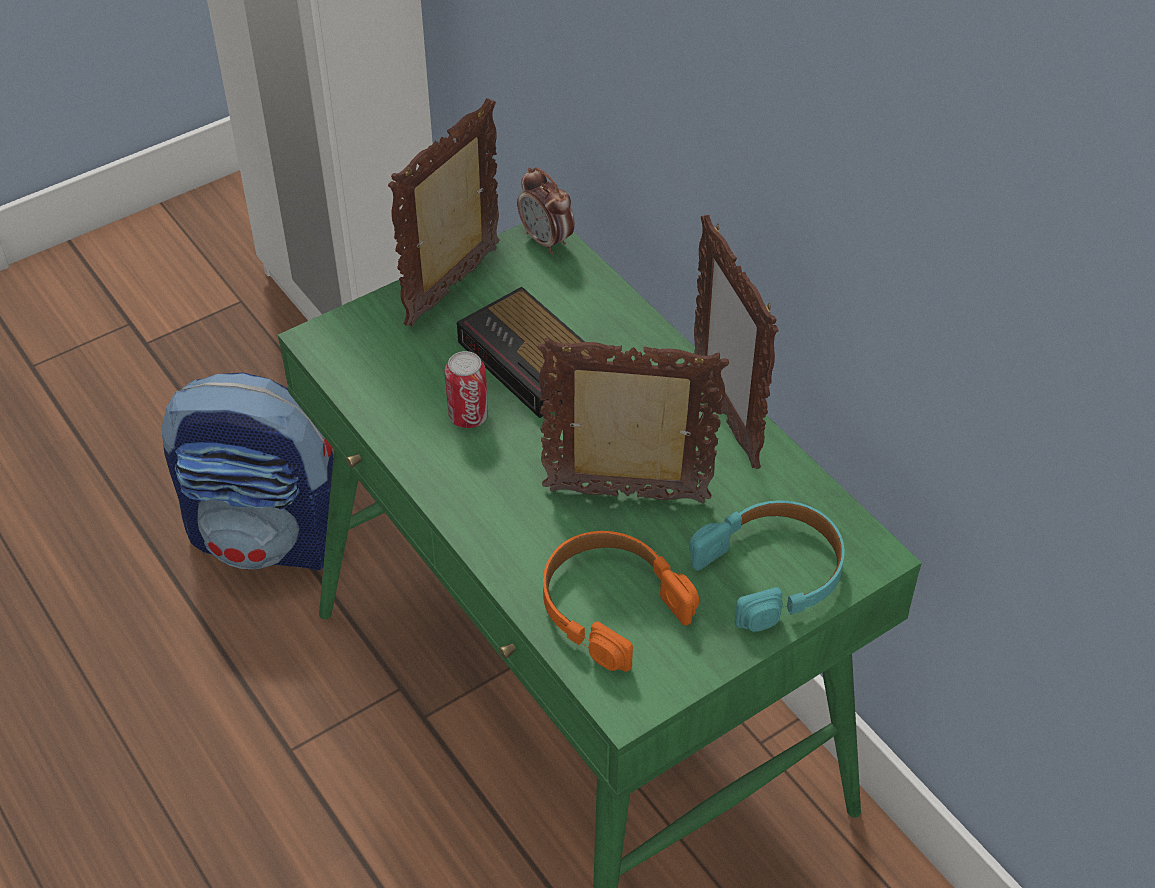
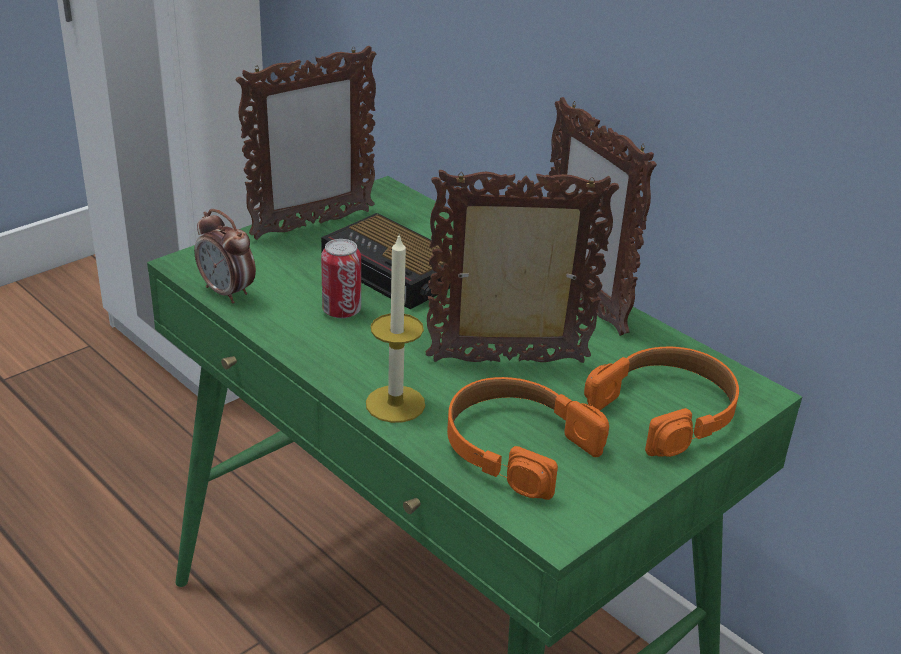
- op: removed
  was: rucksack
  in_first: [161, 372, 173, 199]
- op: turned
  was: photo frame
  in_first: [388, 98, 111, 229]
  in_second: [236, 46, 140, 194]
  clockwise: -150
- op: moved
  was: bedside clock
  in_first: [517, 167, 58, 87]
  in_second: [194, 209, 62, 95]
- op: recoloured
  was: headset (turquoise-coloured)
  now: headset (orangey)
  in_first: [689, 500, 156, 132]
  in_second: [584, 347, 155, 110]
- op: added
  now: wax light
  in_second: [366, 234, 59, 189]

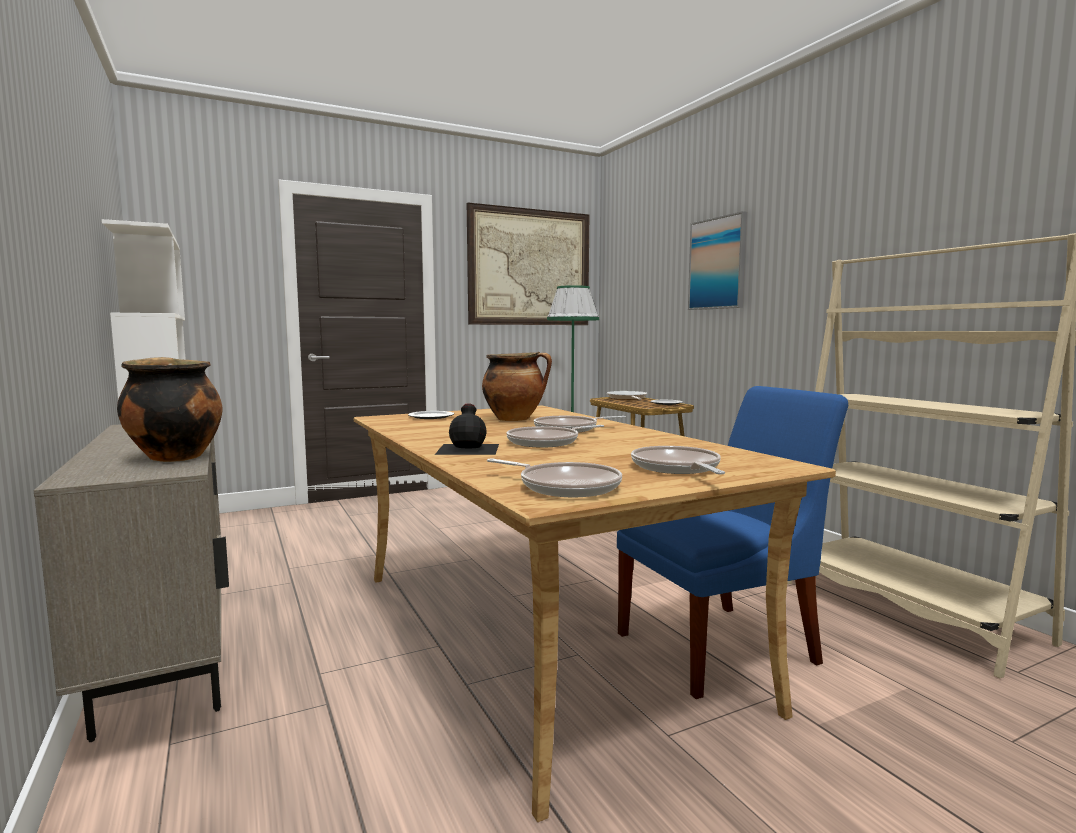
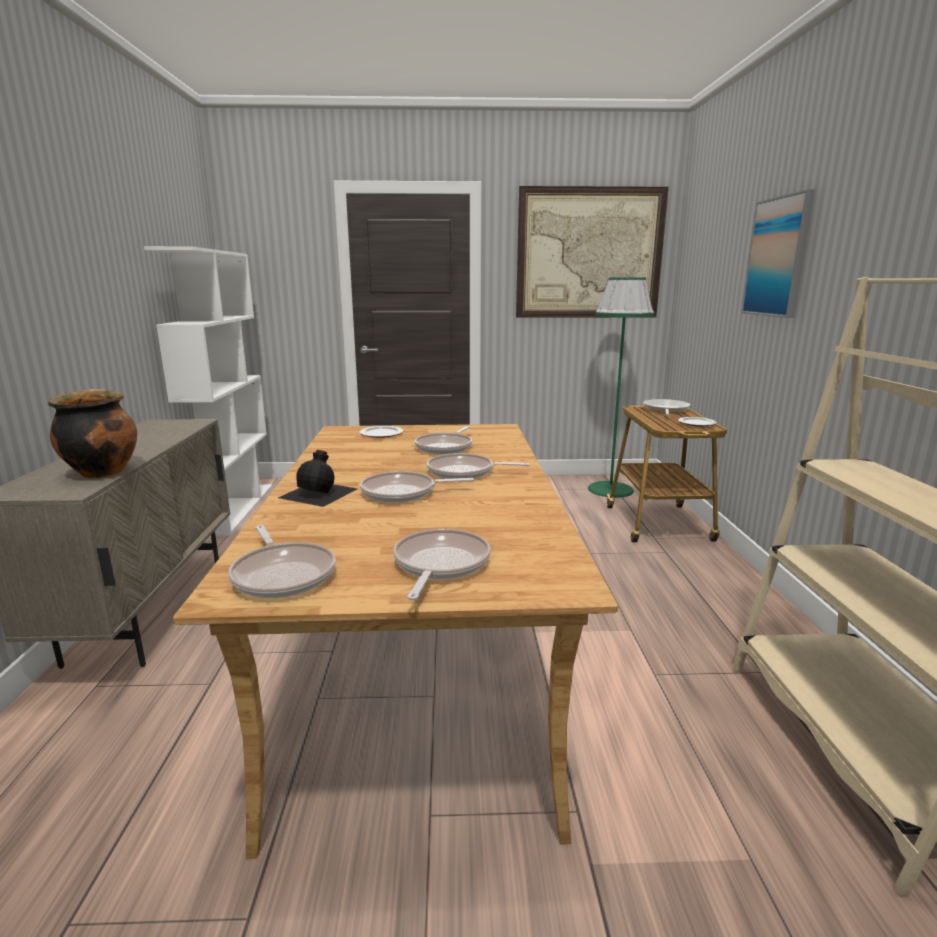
- op: replaced
  was: cooking pot
  now: pan
  in_first: [482, 352, 70, 69]
  in_second: [415, 426, 57, 28]
- op: removed
  was: upright chair (bluish)
  in_first: [617, 386, 231, 313]

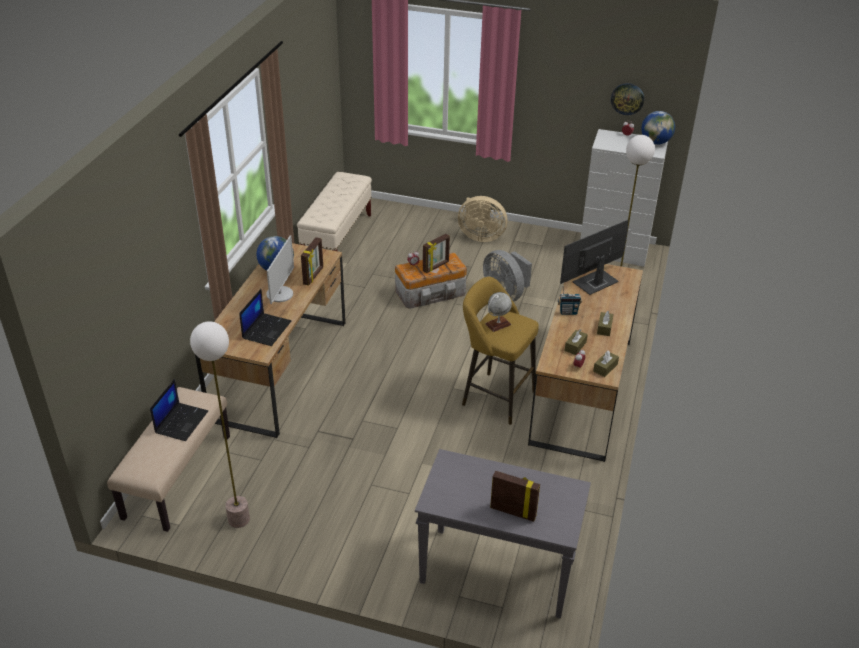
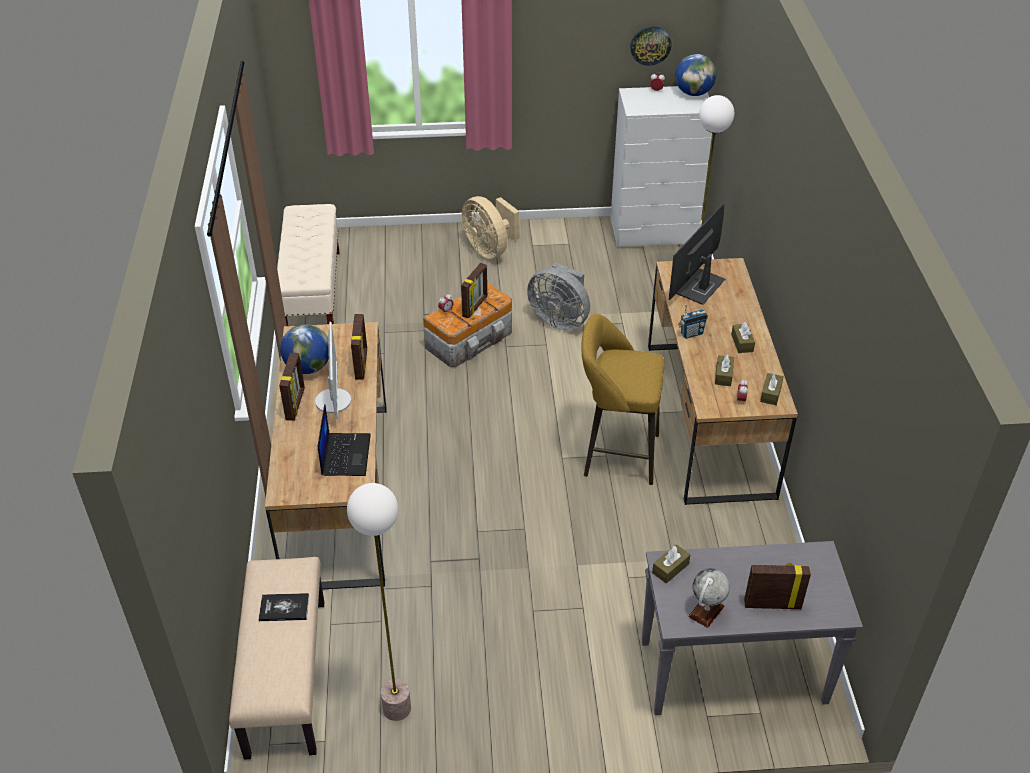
- op: replaced
  was: laptop
  now: bound book
  in_first: [150, 379, 58, 62]
  in_second: [259, 593, 50, 28]
- op: turned
  was: electric fan (beige)
  in_first: [458, 196, 49, 46]
  in_second: [462, 196, 57, 63]
  clockwise: 60
- op: moved
  was: world globe
  in_first: [485, 292, 27, 40]
  in_second: [688, 569, 42, 59]
- op: added
  now: photo frame
  in_second: [279, 353, 26, 68]
- op: added
  now: box of tissues (brown-coloured)
  in_second: [652, 544, 38, 39]

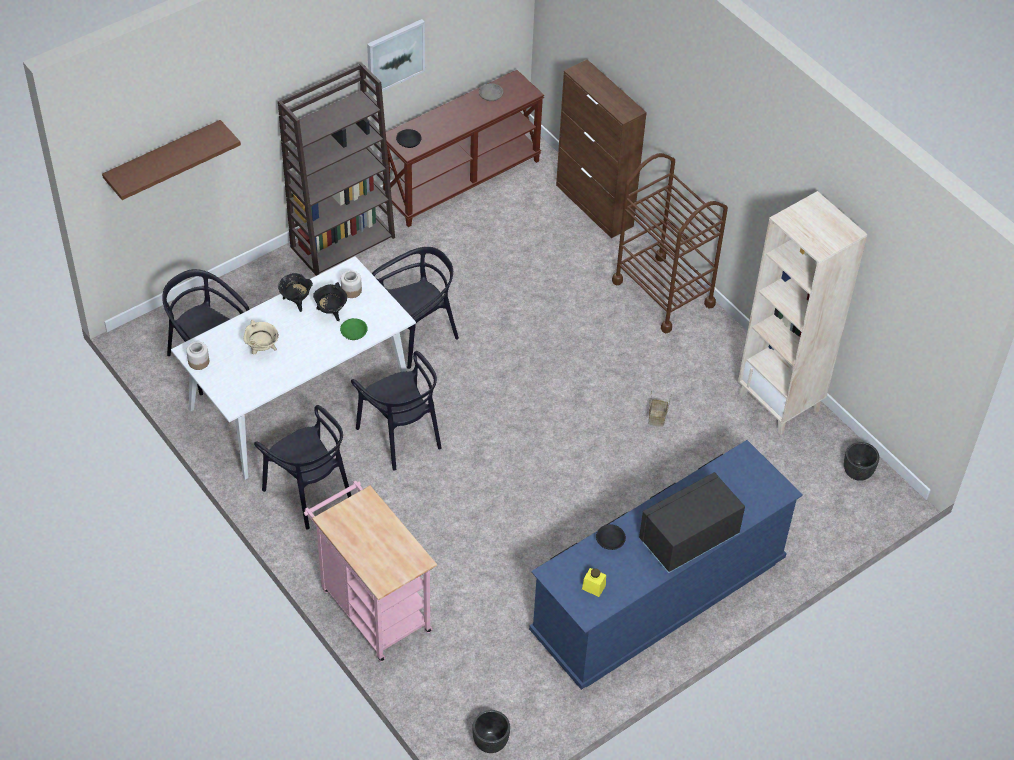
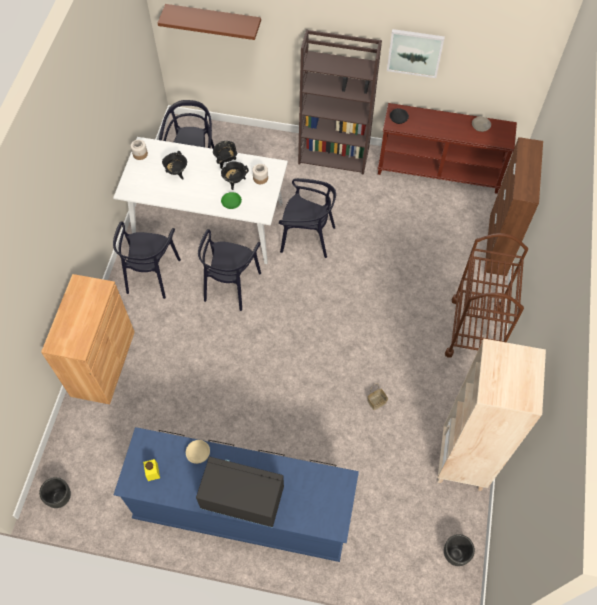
- op: recoloured
  was: cooking pot (beige)
  now: cooking pot (black)
  in_first: [244, 320, 35, 35]
  in_second: [162, 151, 25, 29]
- op: replaced
  was: cart (pinkish)
  now: cabinet (brown-coloured)
  in_first: [304, 480, 133, 182]
  in_second: [41, 274, 94, 130]
- op: recoloured
  was: serving bowl (black)
  now: serving bowl (beige)
  in_first: [596, 524, 30, 26]
  in_second: [186, 440, 24, 24]

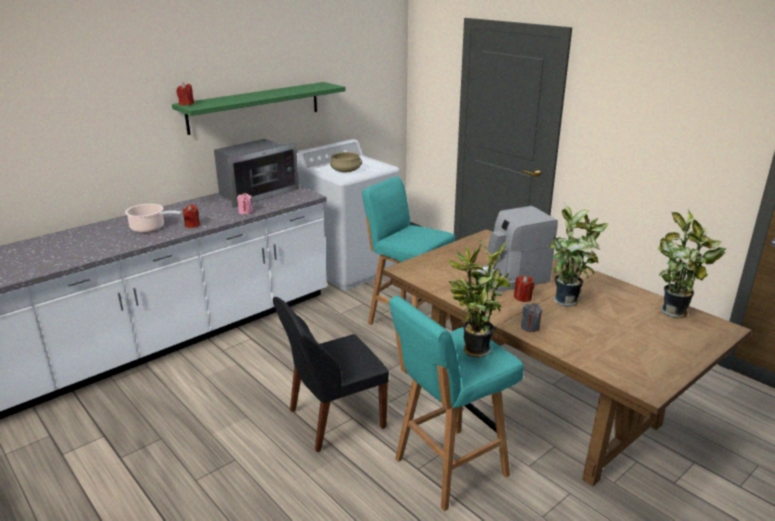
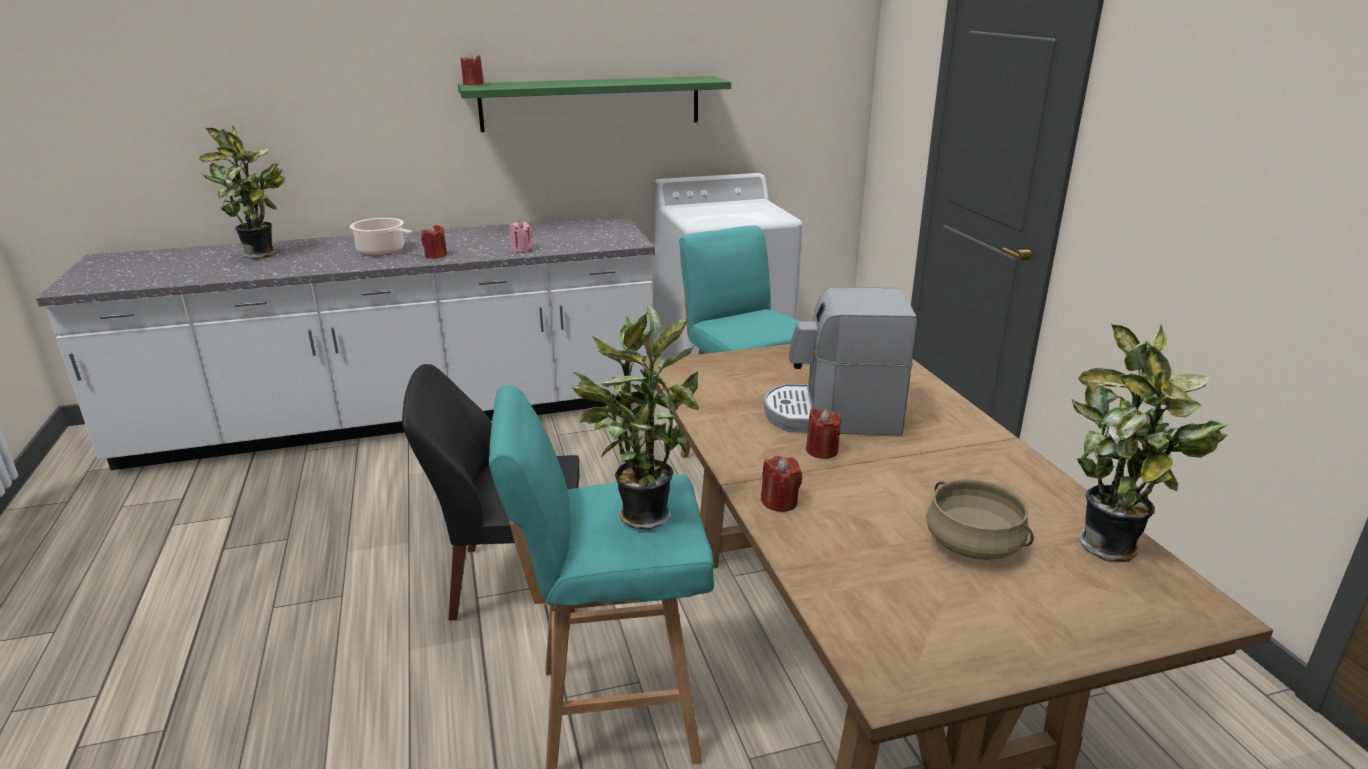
- op: removed
  was: microwave
  in_first: [214, 139, 85, 69]
- op: moved
  was: cooking pot (beige)
  in_first: [330, 152, 32, 20]
  in_second: [926, 479, 108, 81]
- op: recoloured
  was: wax light (greyish)
  now: wax light (red-coloured)
  in_first: [521, 303, 21, 29]
  in_second: [761, 456, 41, 56]
- op: moved
  was: potted plant
  in_first: [549, 203, 60, 104]
  in_second: [199, 125, 86, 134]

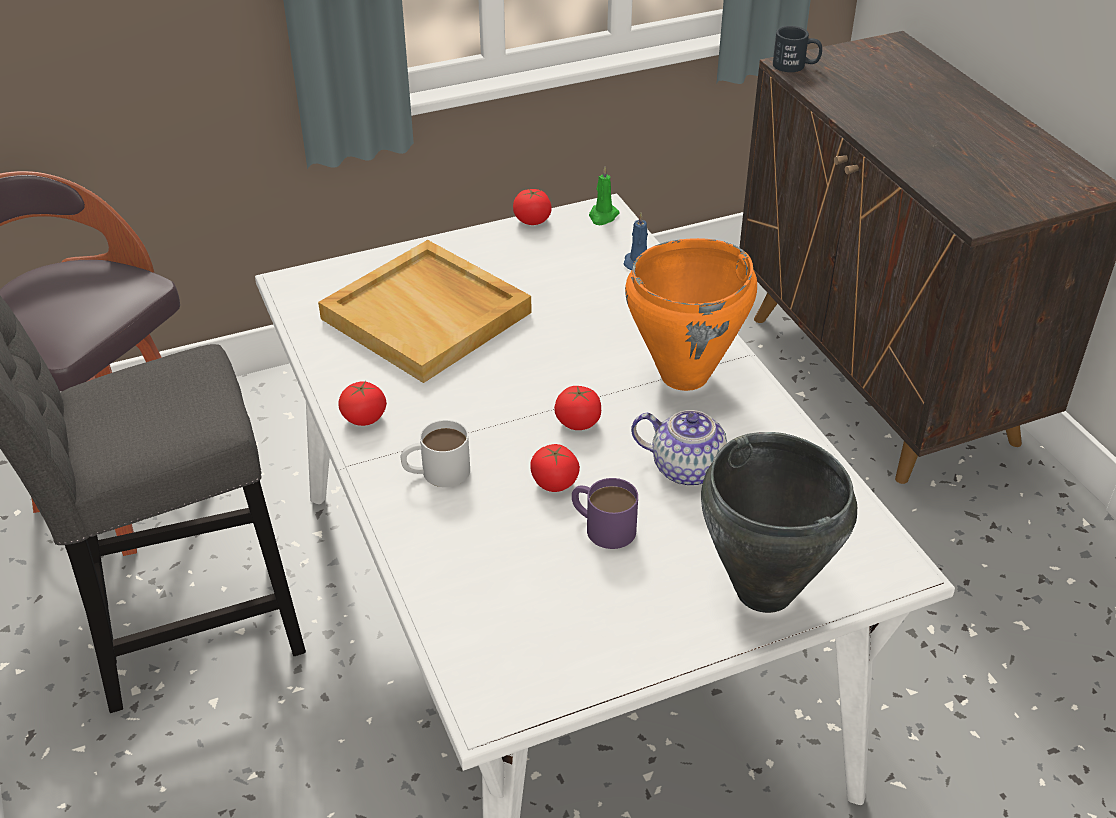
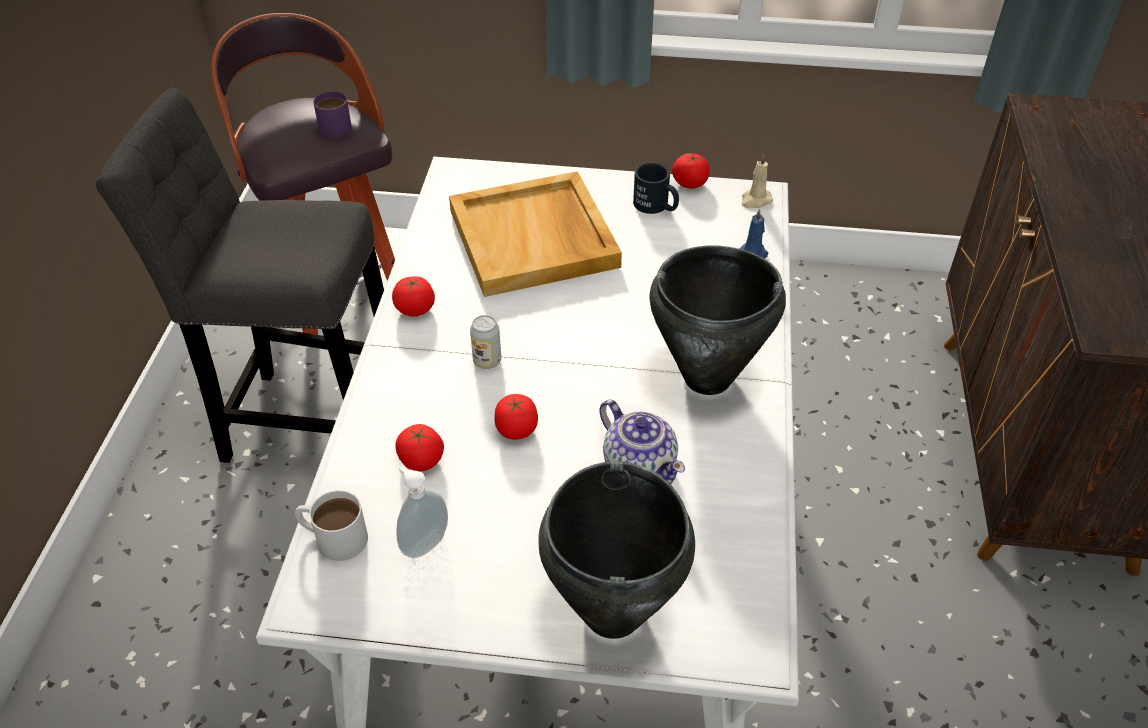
- op: moved
  was: mug (whitish)
  in_first: [401, 420, 69, 67]
  in_second: [295, 490, 73, 71]
- op: moved
  was: fresh tomato
  in_first: [554, 386, 47, 44]
  in_second: [395, 424, 49, 48]
- op: moved
  was: mug (purple)
  in_first: [572, 478, 66, 71]
  in_second: [313, 92, 39, 46]
- op: recoloured
  was: wax light (green-coloured)
  now: wax light (beige)
  in_first: [589, 167, 31, 58]
  in_second: [741, 153, 32, 55]
- op: recoloured
  was: cooking pot (orangey)
  now: cooking pot (black)
  in_first: [625, 238, 132, 153]
  in_second: [649, 245, 137, 150]
- op: moved
  was: mug (black)
  in_first: [773, 26, 49, 46]
  in_second: [633, 162, 46, 52]
- op: added
  now: soap dispenser
  in_second: [396, 466, 52, 92]
- op: added
  now: metal can
  in_second: [470, 315, 31, 54]

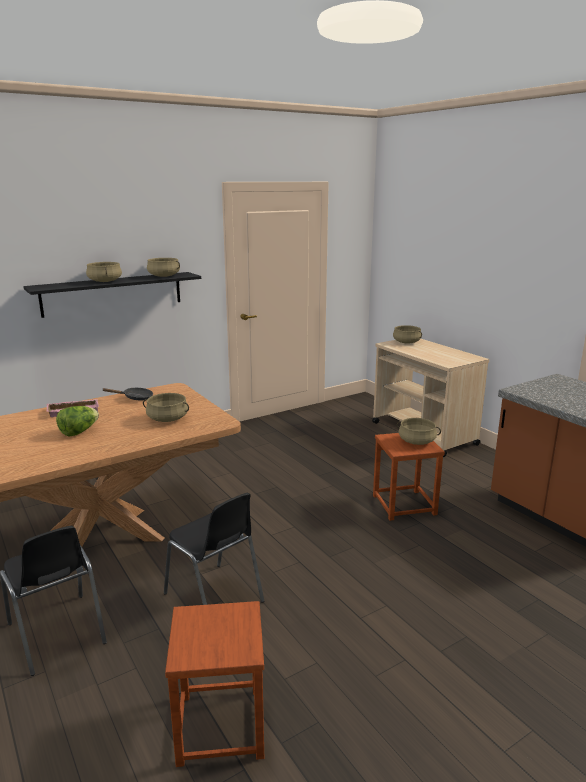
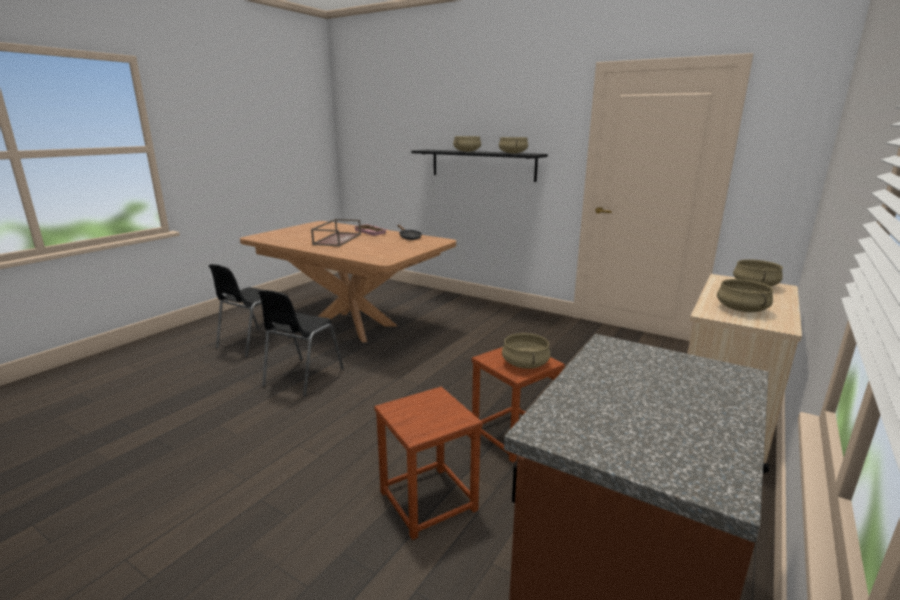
- op: replaced
  was: head of lettuce
  now: carrying tray (brown-coloured)
  in_first: [56, 406, 43, 30]
  in_second: [311, 219, 50, 28]
- op: moved
  was: cooking pot (beige)
  in_first: [143, 393, 46, 29]
  in_second: [717, 279, 56, 33]
- op: moved
  was: stool (brown-coloured)
  in_first: [165, 601, 99, 166]
  in_second: [374, 387, 109, 153]

